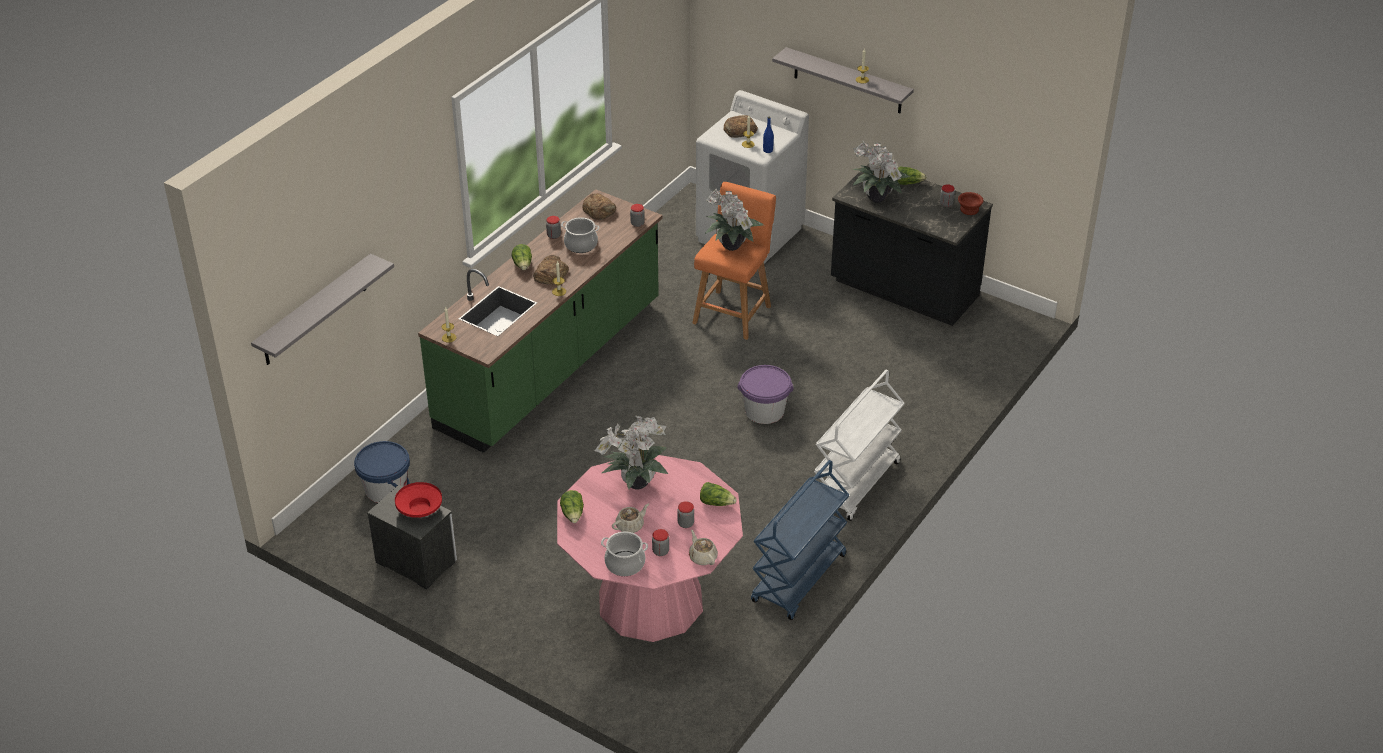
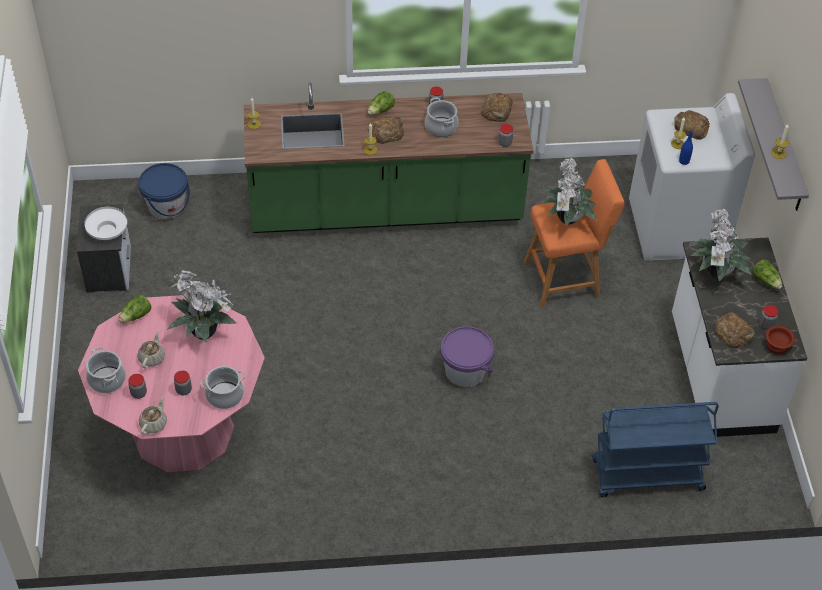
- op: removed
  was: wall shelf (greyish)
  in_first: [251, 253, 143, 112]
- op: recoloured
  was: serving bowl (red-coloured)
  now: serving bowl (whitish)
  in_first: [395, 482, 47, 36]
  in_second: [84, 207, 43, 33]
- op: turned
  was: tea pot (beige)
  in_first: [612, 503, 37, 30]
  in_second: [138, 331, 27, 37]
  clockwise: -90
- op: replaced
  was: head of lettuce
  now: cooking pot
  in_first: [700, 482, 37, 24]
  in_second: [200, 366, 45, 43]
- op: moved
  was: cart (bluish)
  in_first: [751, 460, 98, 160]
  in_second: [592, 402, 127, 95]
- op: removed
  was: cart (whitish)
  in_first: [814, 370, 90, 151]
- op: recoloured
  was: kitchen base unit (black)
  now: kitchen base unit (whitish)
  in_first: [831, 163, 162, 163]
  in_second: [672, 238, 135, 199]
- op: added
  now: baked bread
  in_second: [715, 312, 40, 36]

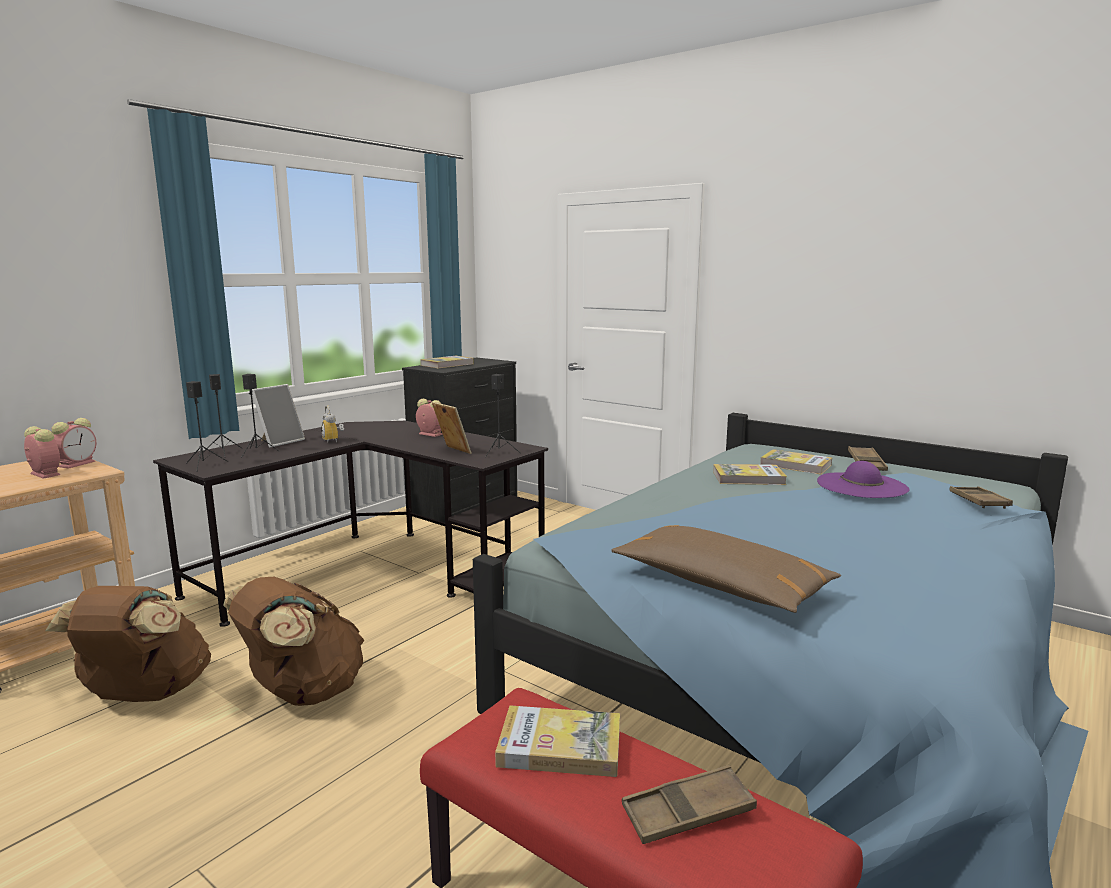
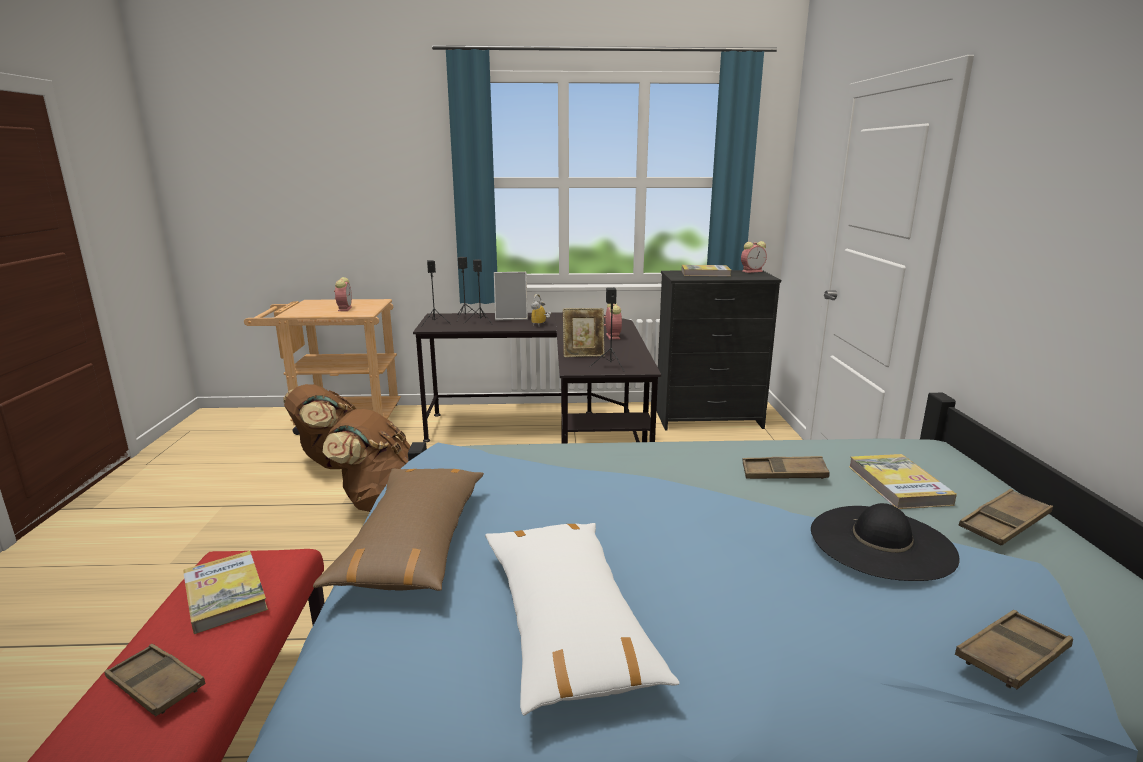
- op: moved
  was: bedside clock
  in_first: [52, 418, 44, 51]
  in_second: [741, 241, 26, 32]
- op: turned
  was: photo frame
  in_first: [432, 402, 40, 52]
  in_second: [563, 308, 41, 49]
  clockwise: 75
- op: replaced
  was: bound book
  now: carrying tray (brown-coloured)
  in_first: [713, 464, 74, 21]
  in_second: [743, 456, 87, 23]
- op: recoloured
  was: hat (purple)
  now: hat (black)
  in_first: [817, 461, 93, 37]
  in_second: [811, 503, 149, 78]
- op: added
  now: pillow (whitish)
  in_second: [485, 523, 194, 193]

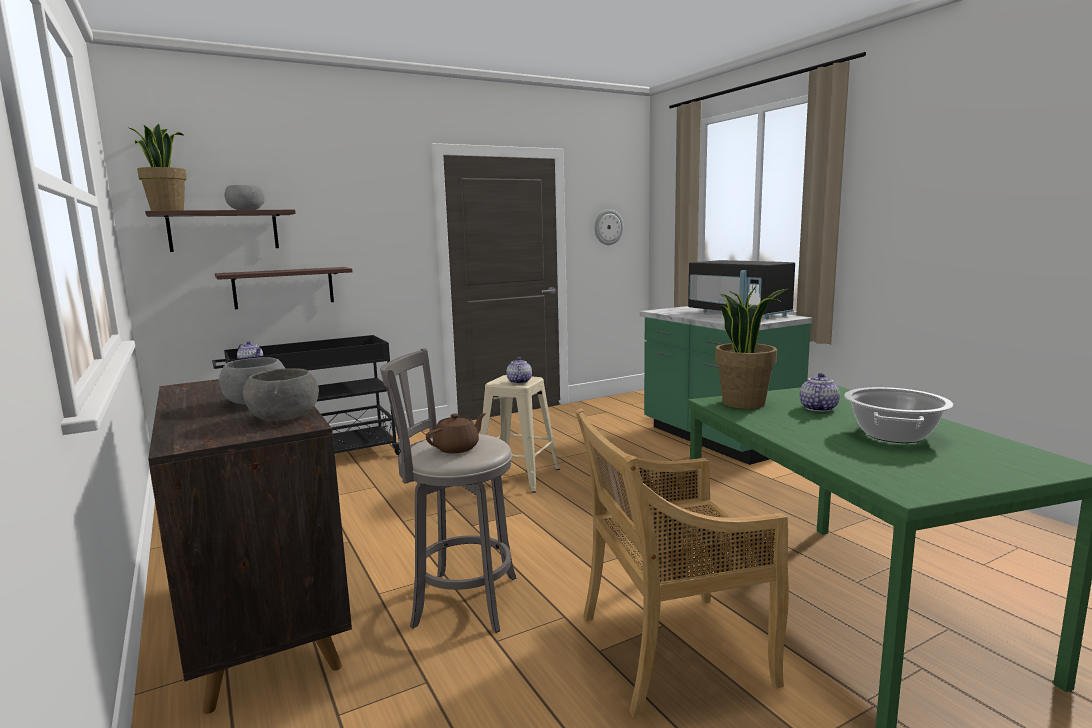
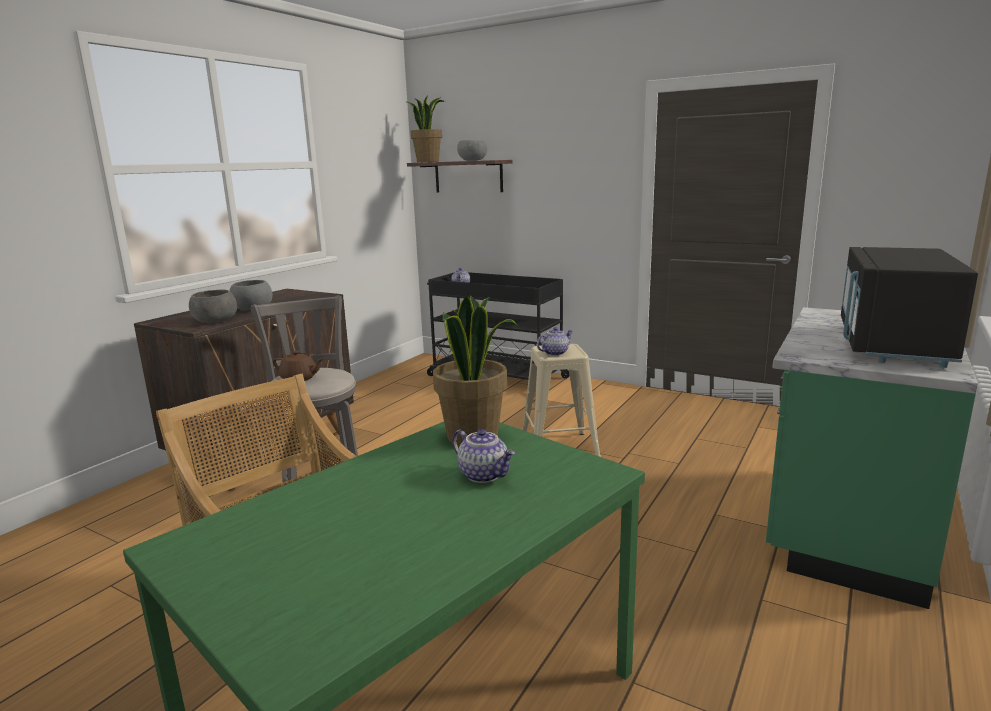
- op: removed
  was: wall shelf
  in_first: [215, 267, 138, 42]
- op: removed
  was: hanging clock
  in_first: [594, 209, 29, 36]
- op: turned
  was: tea pot
  in_first: [800, 373, 40, 39]
  in_second: [452, 429, 63, 54]
  clockwise: 45
- op: removed
  was: cooking pot
  in_first: [844, 387, 109, 56]

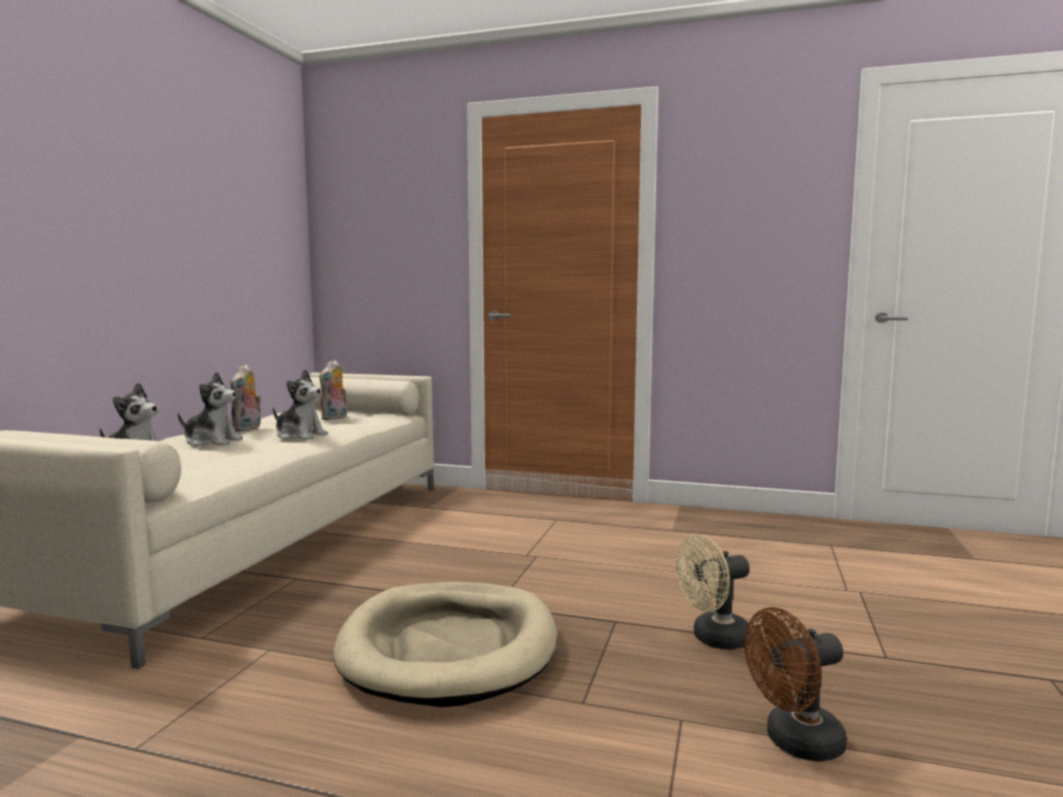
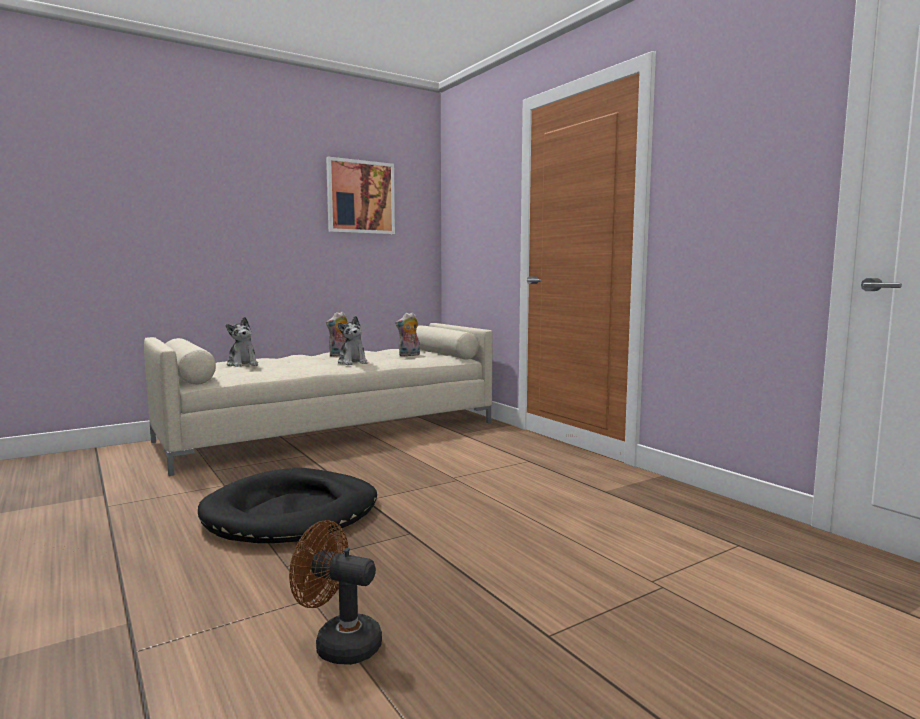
- op: removed
  was: cuddly toy
  in_first: [178, 372, 65, 74]
- op: recoloured
  was: dog bed (beige)
  now: dog bed (black)
  in_first: [334, 582, 223, 125]
  in_second: [198, 468, 179, 75]
- op: removed
  was: electric fan (beige)
  in_first: [676, 535, 74, 115]
- op: added
  now: wall art
  in_second: [326, 157, 69, 77]

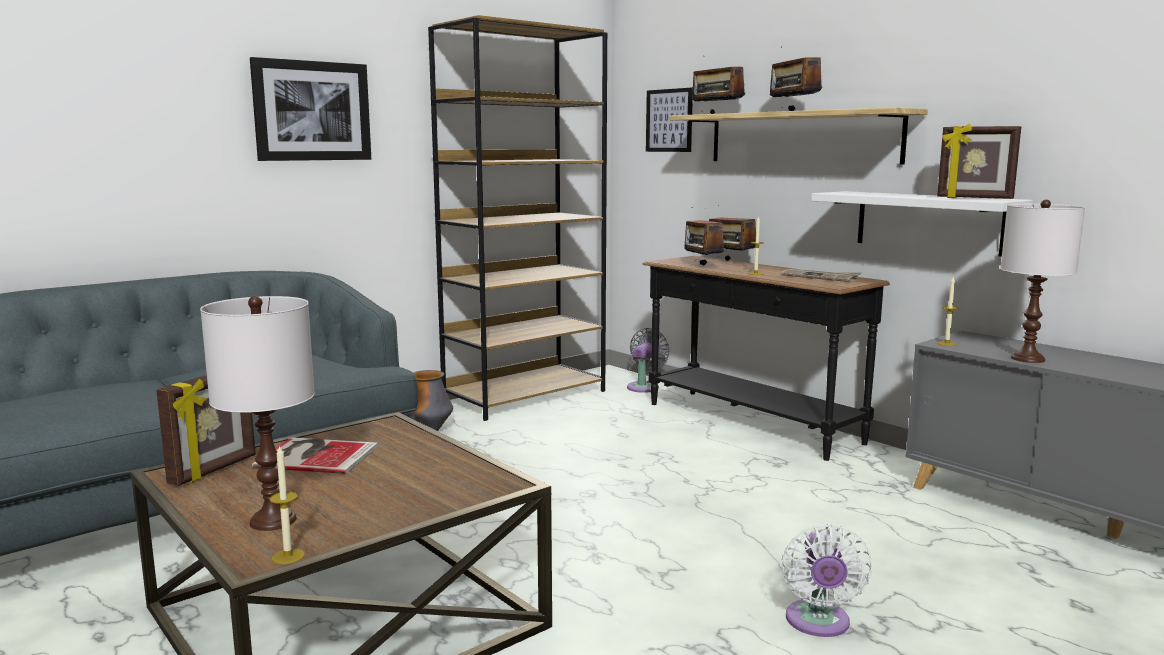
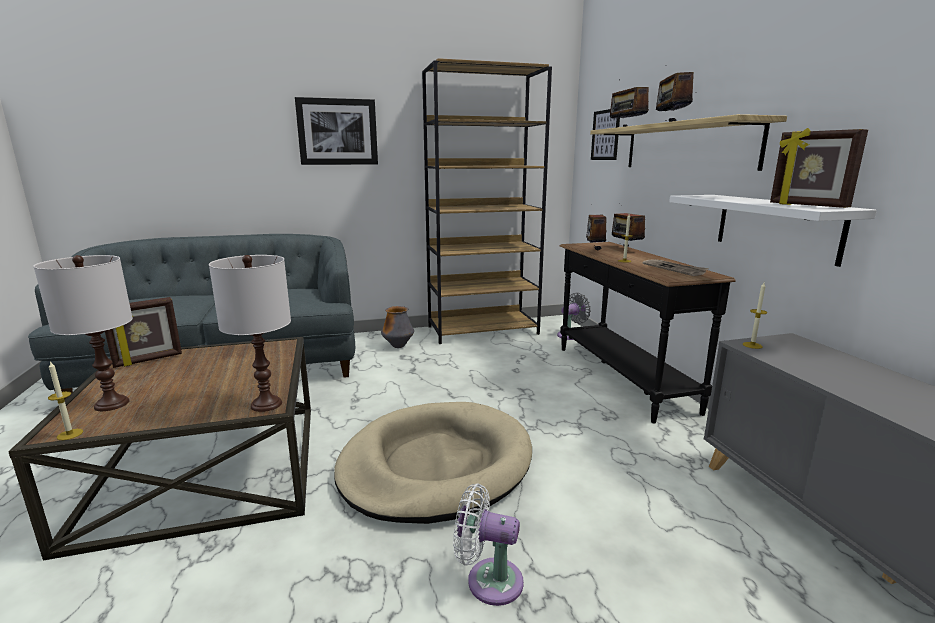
- op: removed
  was: bound book
  in_first: [252, 437, 126, 37]
- op: turned
  was: electric fan (whitish)
  in_first: [782, 524, 90, 113]
  in_second: [453, 483, 71, 123]
  clockwise: 75
- op: moved
  was: table lamp (whitish)
  in_first: [1000, 200, 85, 163]
  in_second: [209, 255, 82, 157]
- op: added
  now: dog bed (beige)
  in_second: [334, 402, 198, 122]

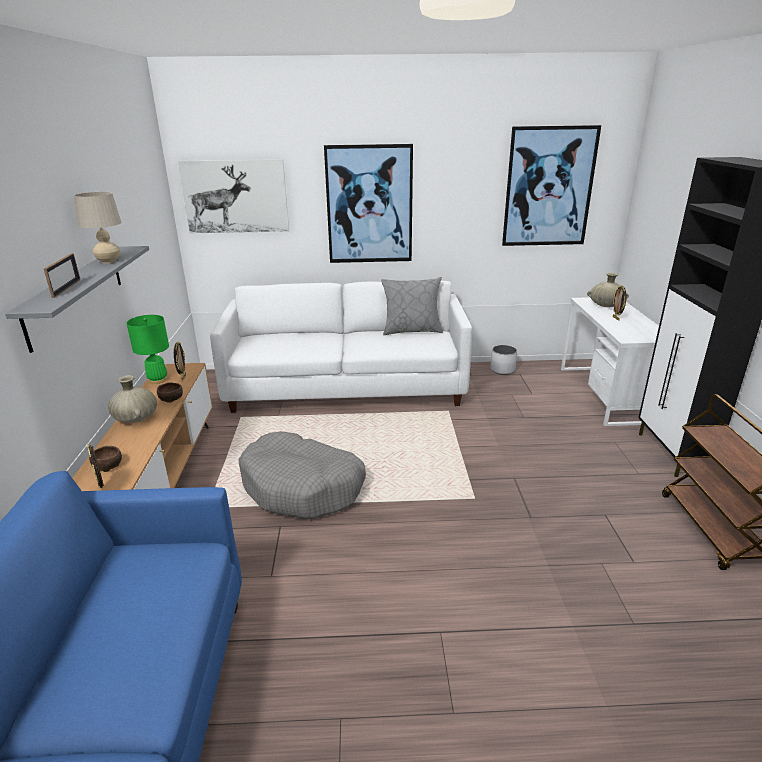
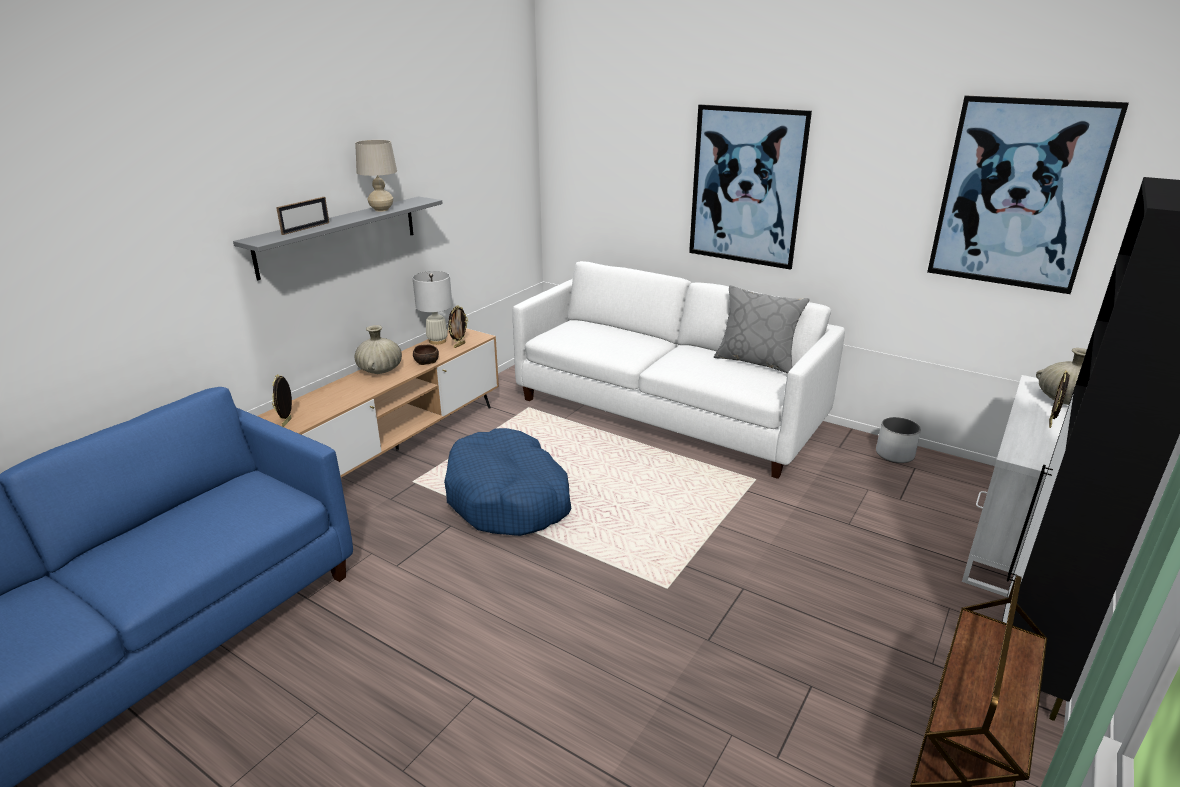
- op: removed
  was: serving bowl (brown-coloured)
  in_first: [89, 446, 33, 26]
- op: recoloured
  was: table lamp (green-coloured)
  now: table lamp (whitish)
  in_first: [126, 315, 43, 69]
  in_second: [413, 271, 39, 74]
- op: removed
  was: wall art
  in_first: [178, 159, 111, 74]
- op: recoloured
  was: dog bed (greyish)
  now: dog bed (bluish)
  in_first: [238, 431, 128, 88]
  in_second: [444, 428, 127, 108]

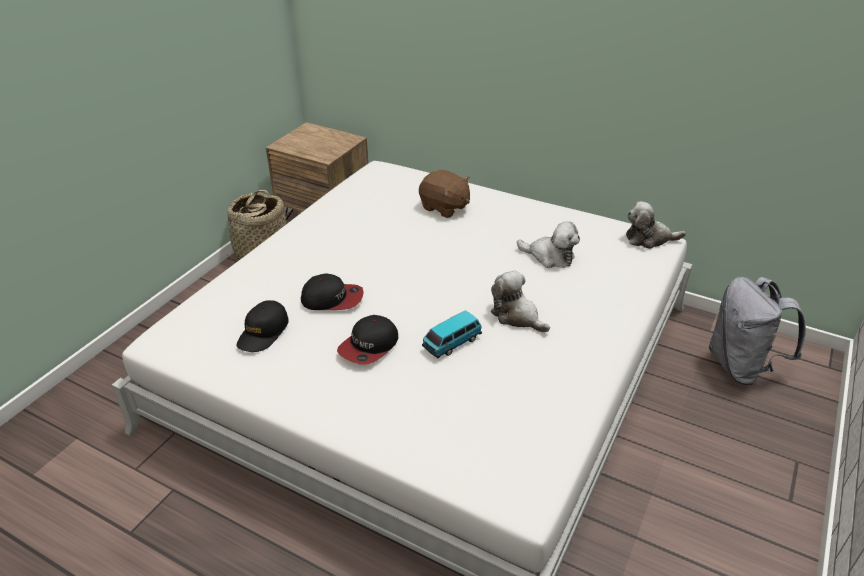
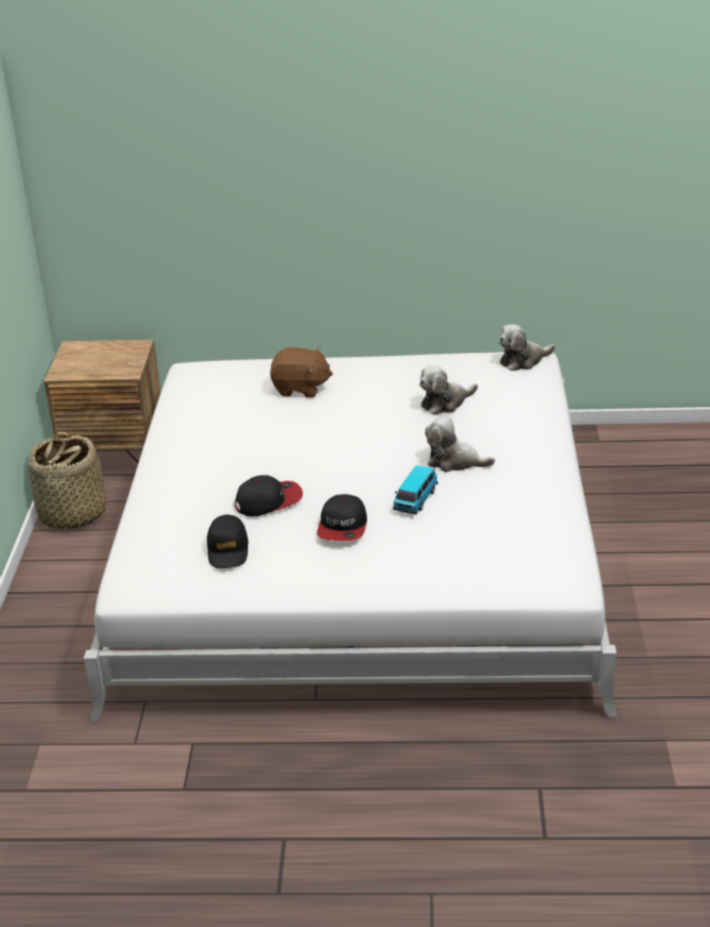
- op: turned
  was: cuddly toy
  in_first: [517, 221, 63, 47]
  in_second: [419, 366, 59, 49]
  clockwise: 150
- op: removed
  was: rucksack (greyish)
  in_first: [709, 277, 97, 108]

